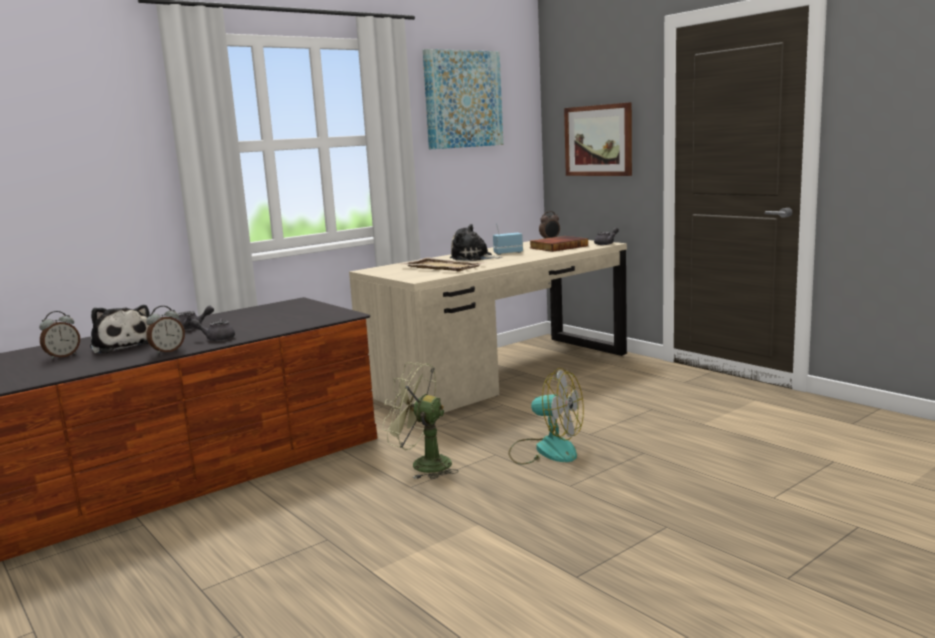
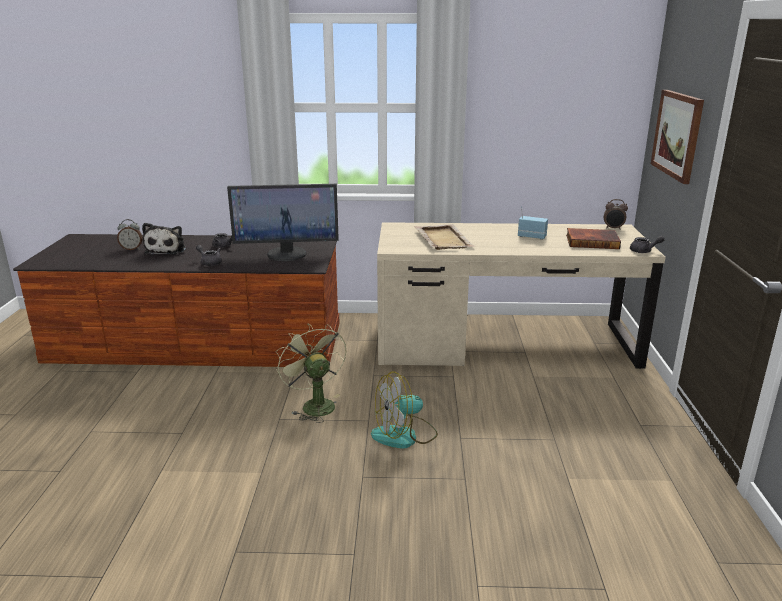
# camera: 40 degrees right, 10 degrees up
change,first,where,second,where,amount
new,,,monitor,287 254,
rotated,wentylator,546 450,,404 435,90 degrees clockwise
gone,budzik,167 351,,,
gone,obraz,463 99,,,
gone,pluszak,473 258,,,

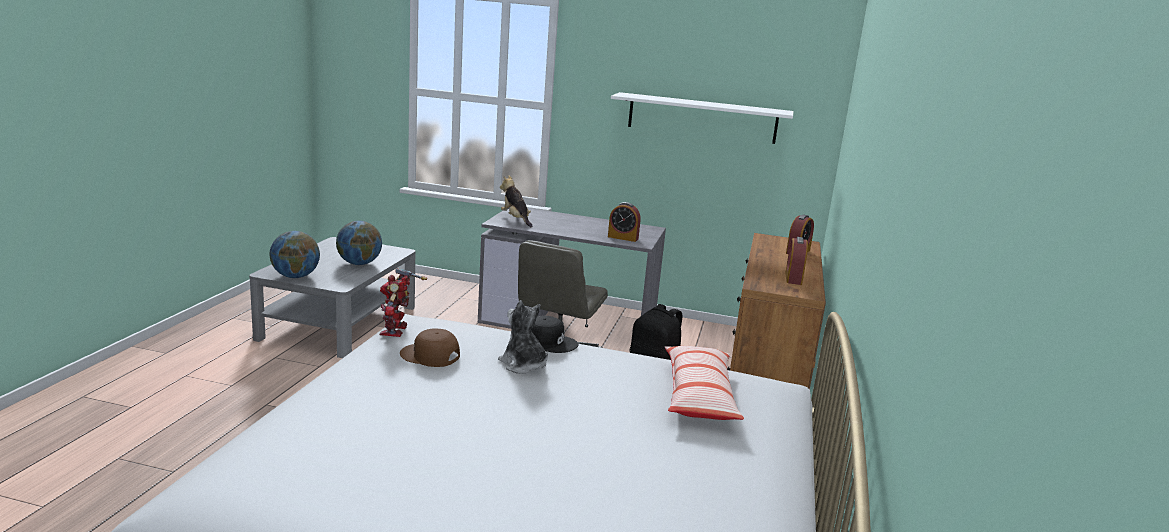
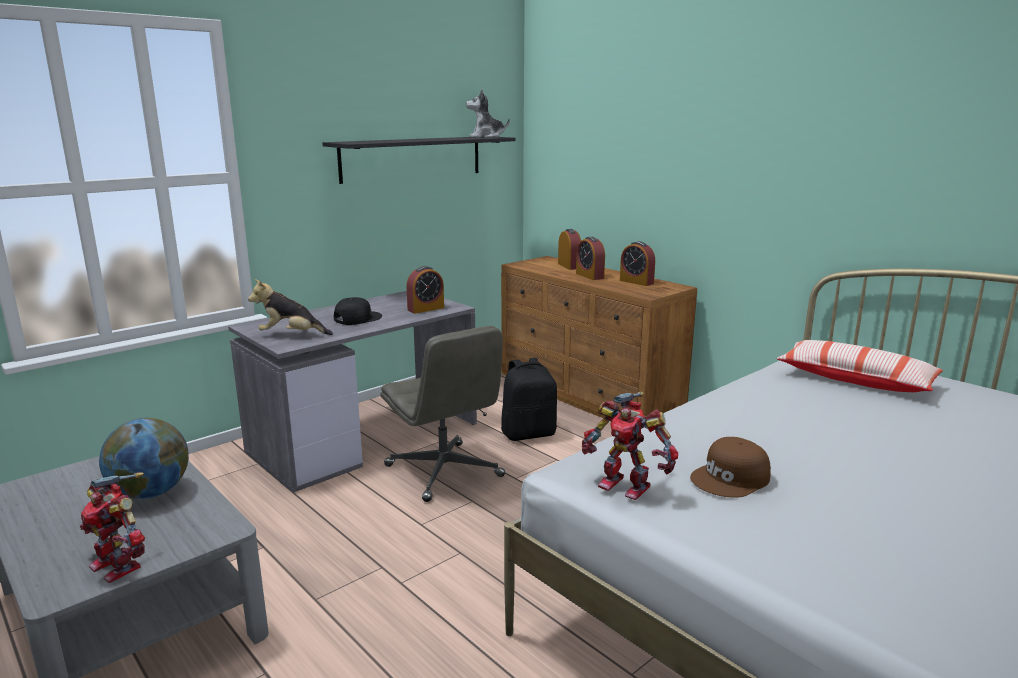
# camera: 55 degrees left, 0 degrees up
change,first,where,second,where,amount
swapped,globus,295 276,robot zabawkowy,119 565,
repainted,półka [biały],702 118,półka [czarny],412 158,
shifted,czapka z daszkiem [czarny],549 342,,357 318,
shifted,pluszak,523 365,,486 137,
new,,,budzik,589 276,

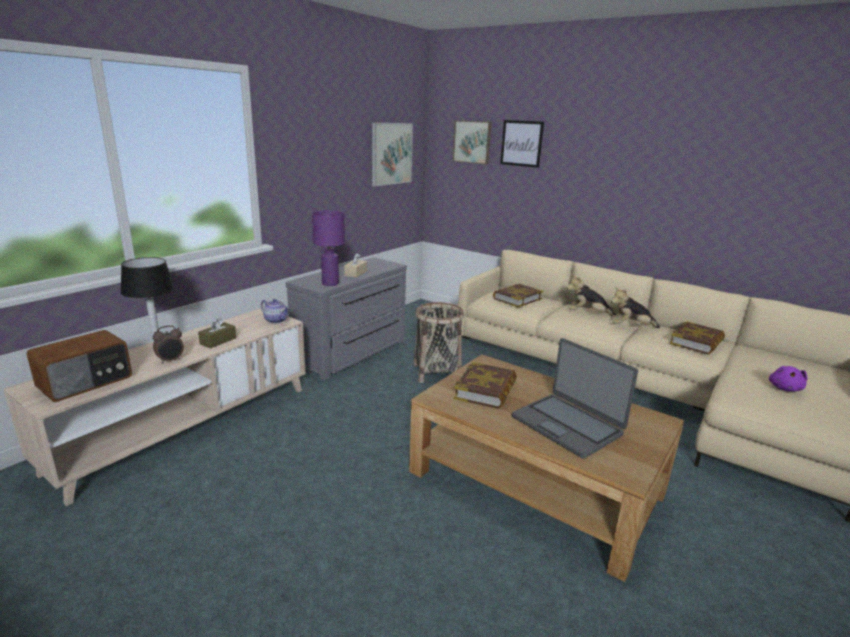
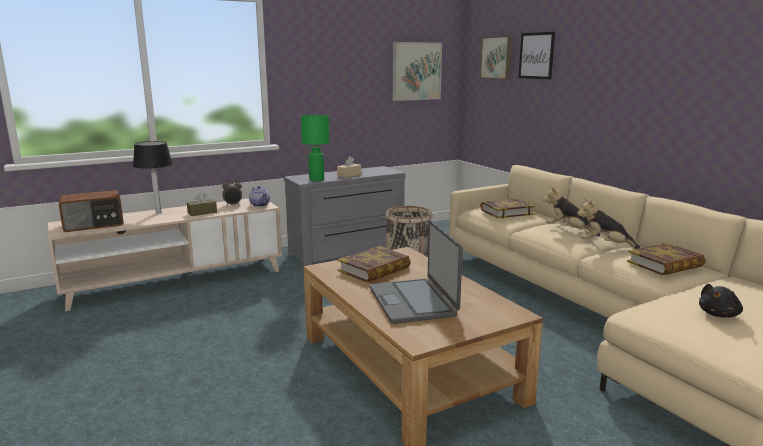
# camera: 25 degrees right, 5 degrees down
change,first,where,second,where,amount
shifted,budzik,171 360,,233 205,
repainted,lampa stołowa [fioletowy],330 284,lampa stołowa [zielony],316 180,
repainted,pluszak [fioletowy],785 388,pluszak [czarny],719 314,

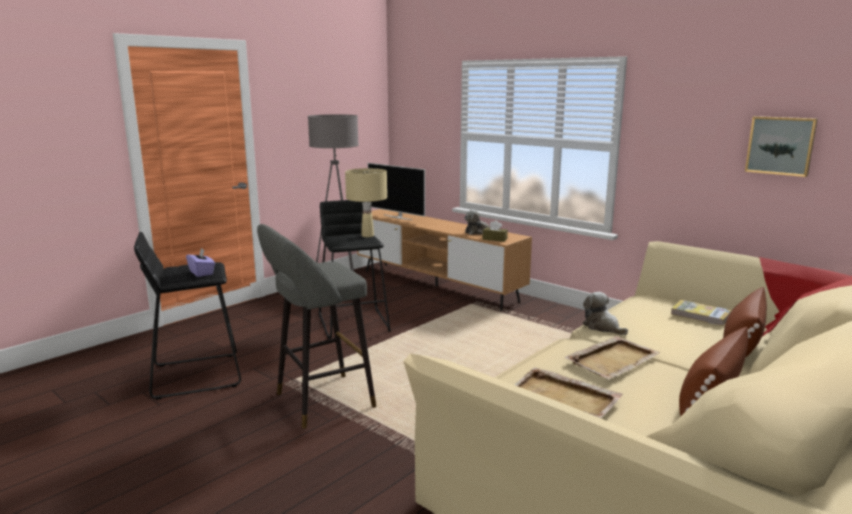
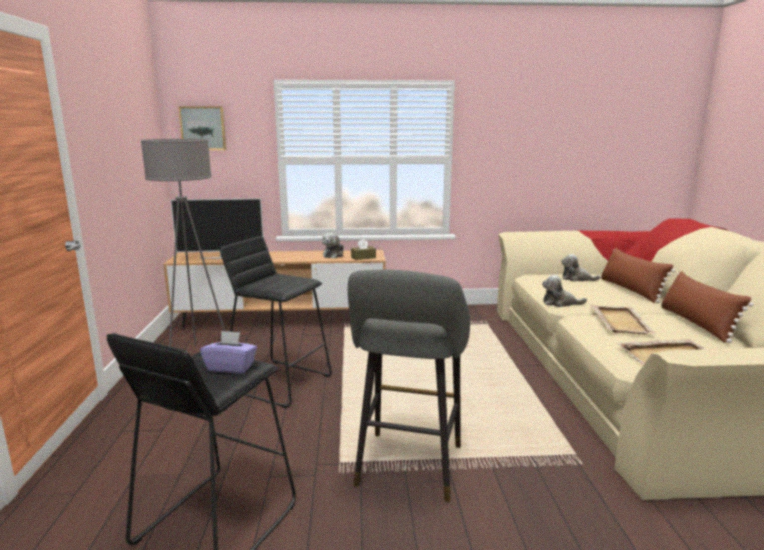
# camera: 45 degrees left, 0 degrees up
change,first,where,second,where,amount
shifted,obraz,780 145,,203 128,
swapped,książka,700 315,pluszak,576 279,
gone,lampa stołowa [beżowy],367 236,,,

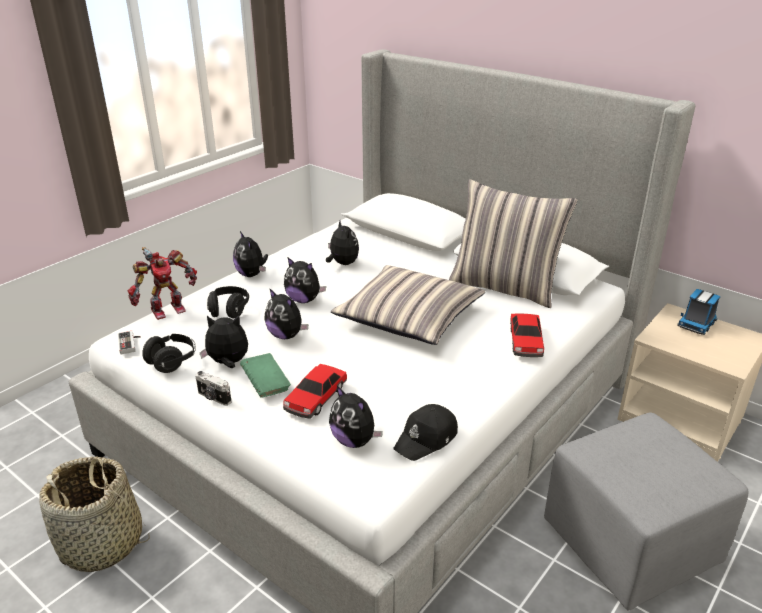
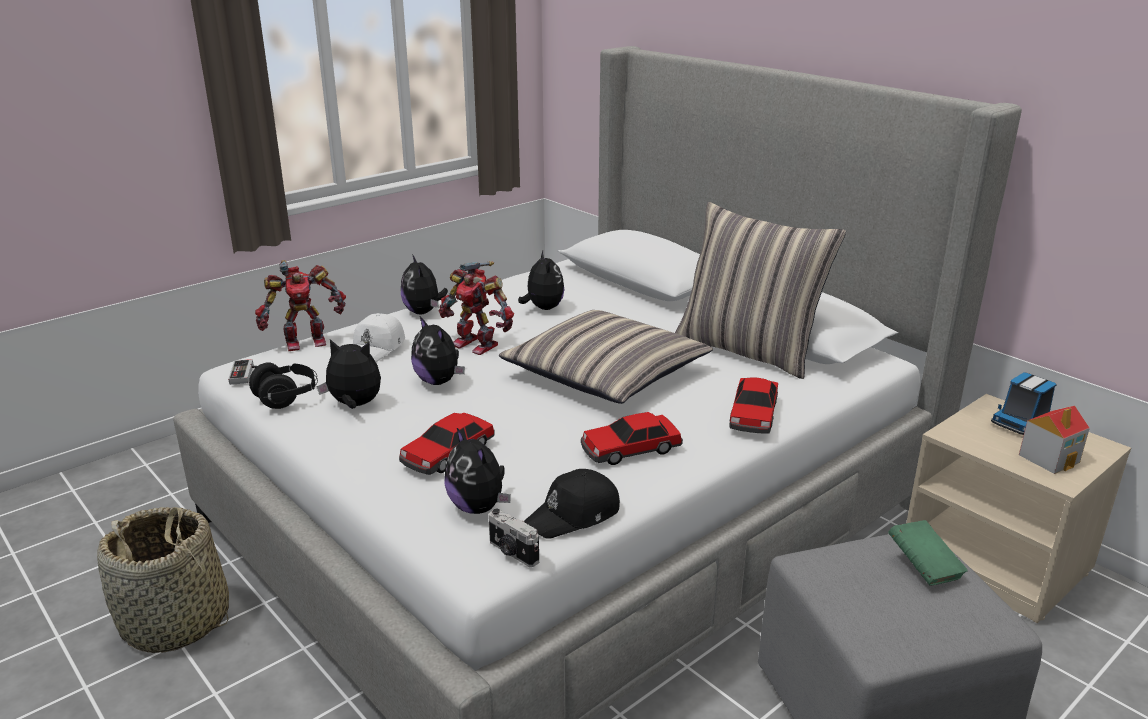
# camera: 10 degrees right, 5 degrees down
change,first,where,second,where,amount
swapped,słuchawki [czarny],229 311,czapka z daszkiem [biały],378 348,
swapped,pluszak,304 300,robot zabawkowy,477 344,
shifted,aparat fotograficzny,213 398,,512 553,
new,,,samochodzik,630 449,
shifted,książka [zielony],266 385,,923 567,
new,,,domek,1049 458,

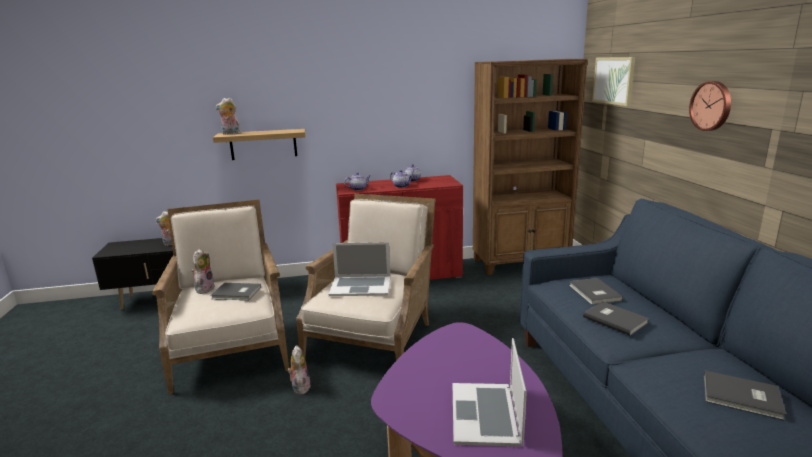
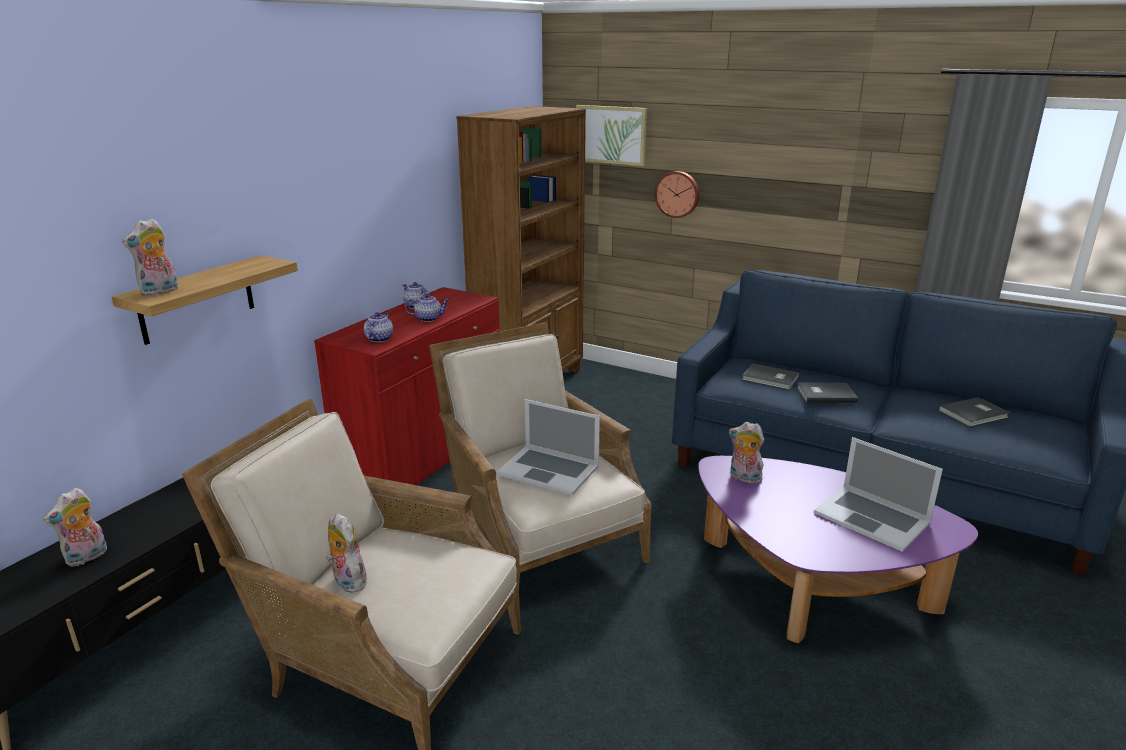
# camera: 50 degrees left, 5 degrees up
change,first,where,second,where,amount
rotated,laptop,360 286,,548 470,75 degrees clockwise
shifted,zegar ścienny,711 106,,677 194,
shifted,pluszak,300 387,,743 478,
gone,książka [szary],236 293,,,

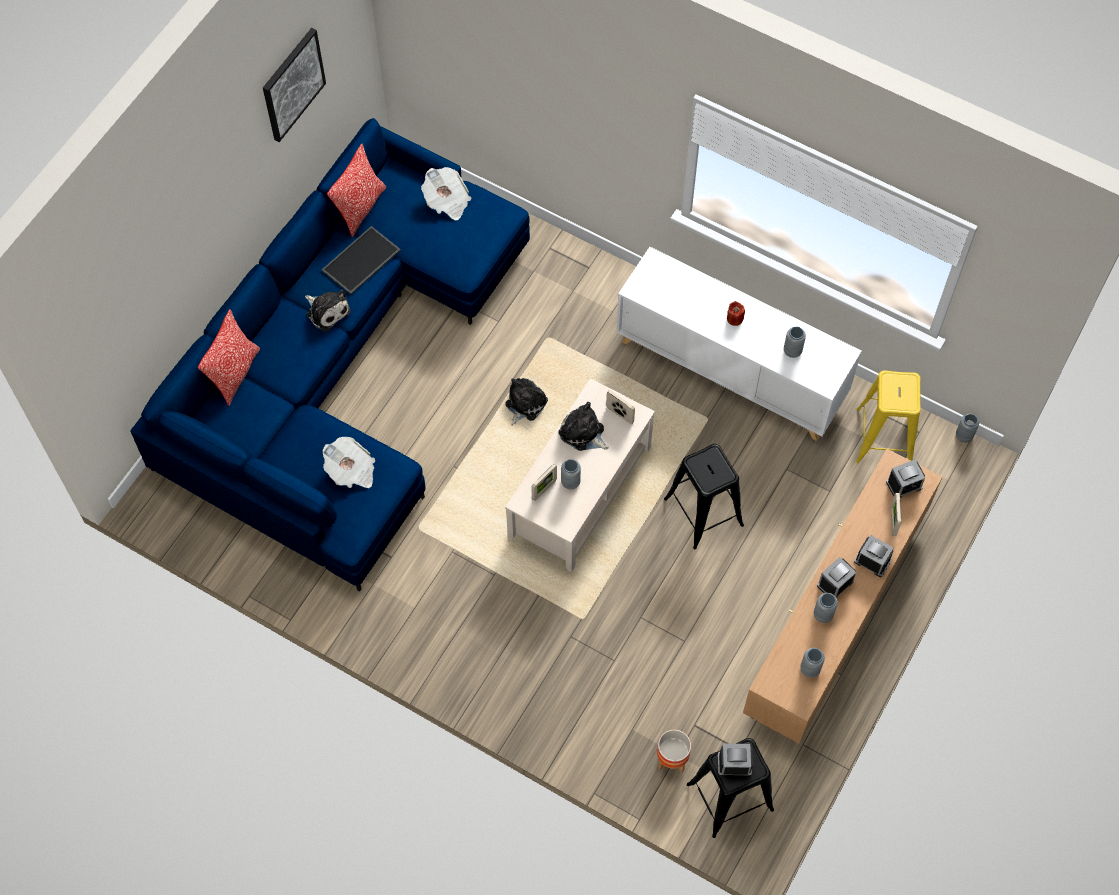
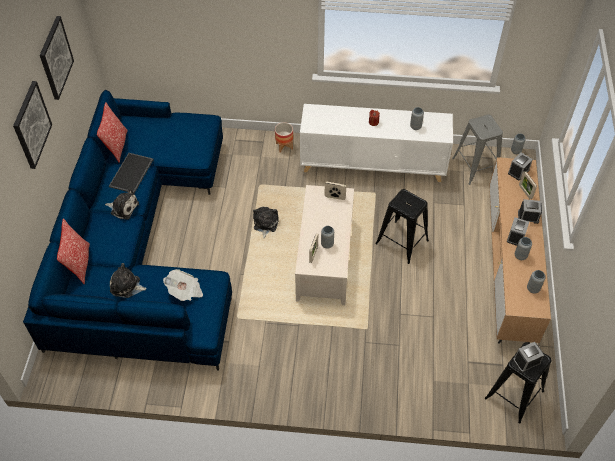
# camera: 25 degrees left, 10 degrees down
change,first,where,second,where,amount
new,,,obraz,31 125,
shifted,pluszak,583 433,,127 286,
shifted,donica,672 759,,284 146,
repainted,stołek [żółty],884 437,stołek [szary],475 167,
gone,gazeta,447 201,,,

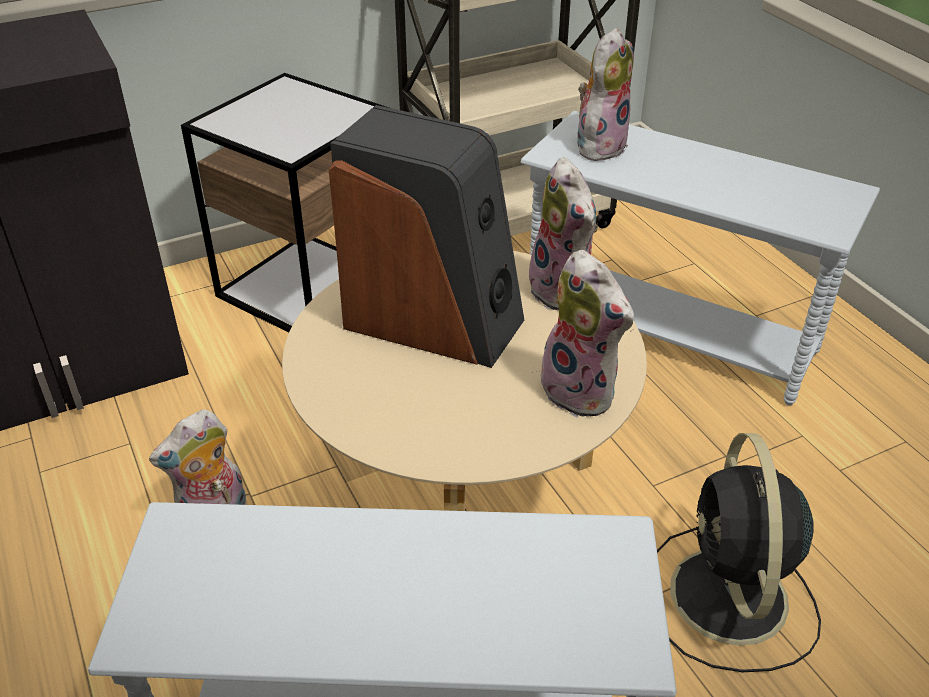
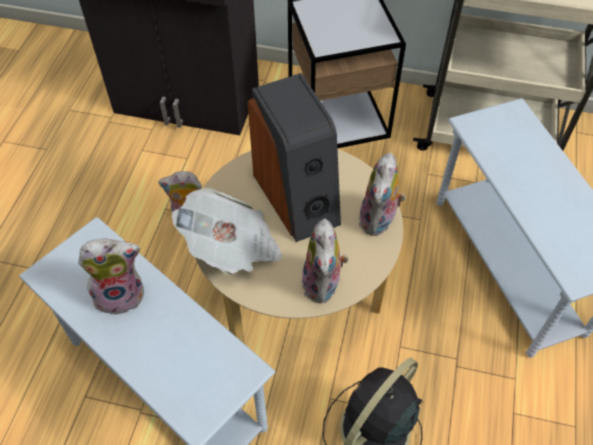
# camera: 40 degrees right, 15 degrees up
change,first,where,second,where,amount
shifted,pluszak,599 145,,121 294,
new,,,gazeta,232 247,

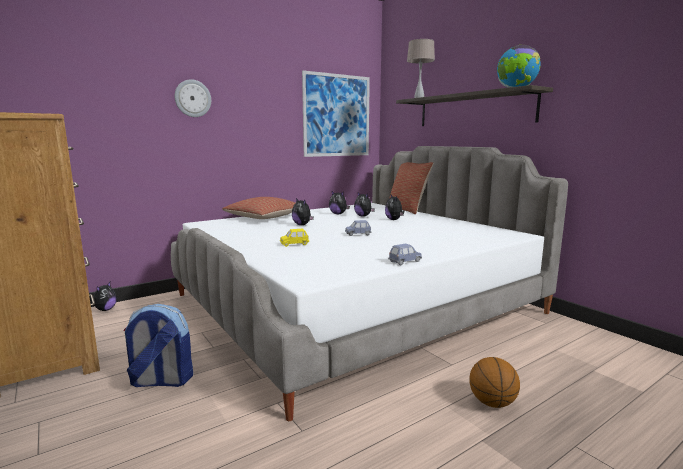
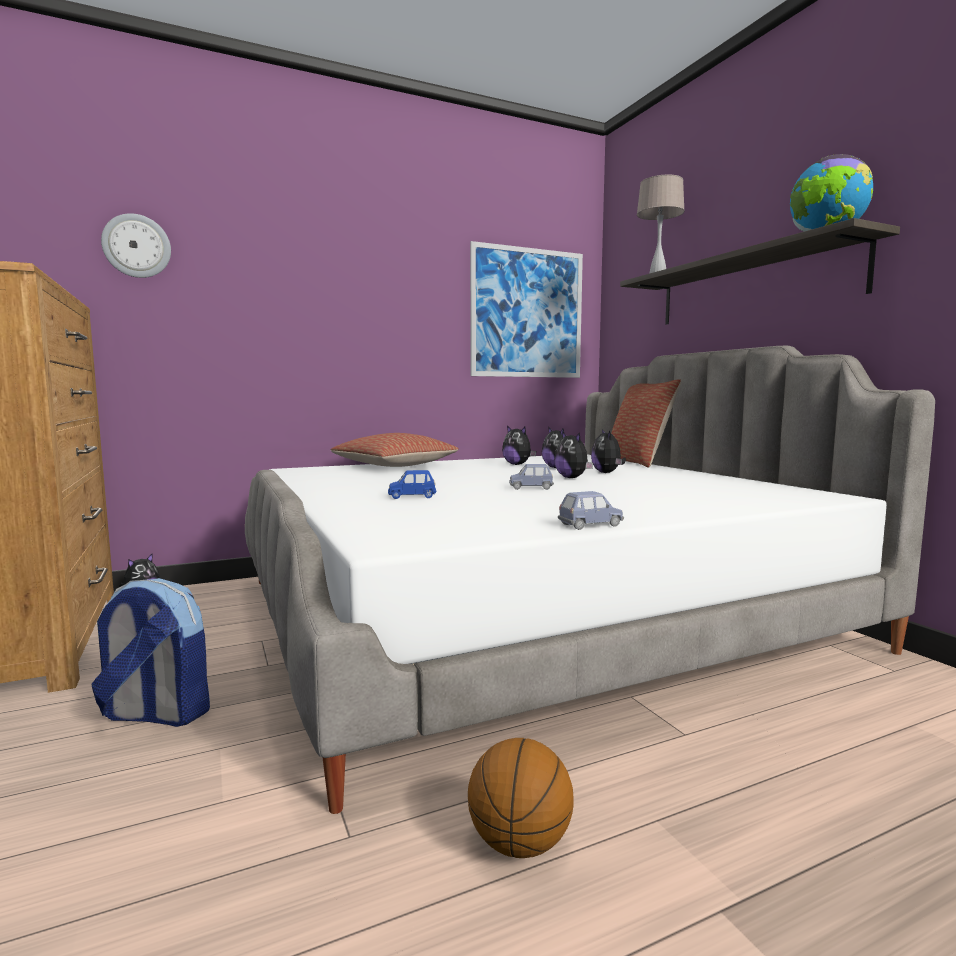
# camera: 10 degrees right, 5 degrees down
change,first,where,second,where,amount
shifted,zegar ścienny,193 98,,137 246,
repainted,samochodzik [żółty],294 244,samochodzik [niebieski],412 497,
shifted,piłka do koszykówki,492 403,,519 843,
shifted,pluszak,302 225,,572 478,

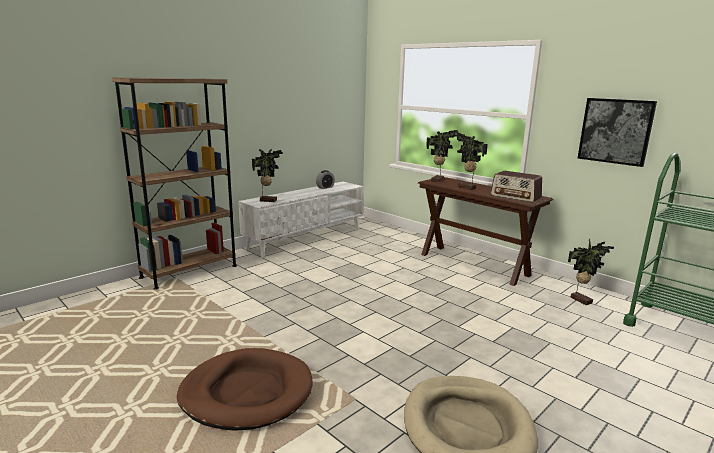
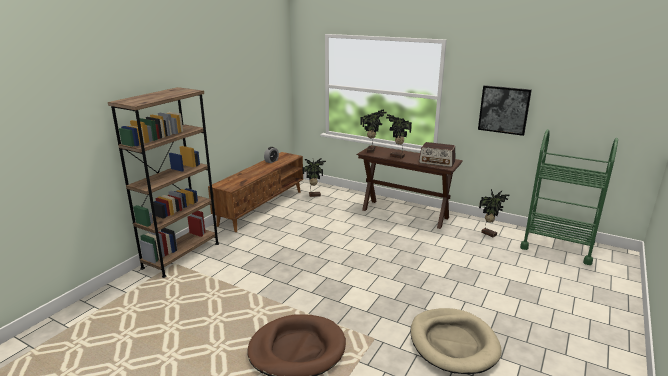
# camera: 15 degrees left, 5 degrees up
change,first,where,second,where,amount
repainted,szafka pod telewizor [biały],306 239,szafka pod telewizor [brązowy],261 207,
shifted,roślina doniczkowa,268 200,,314 195,

